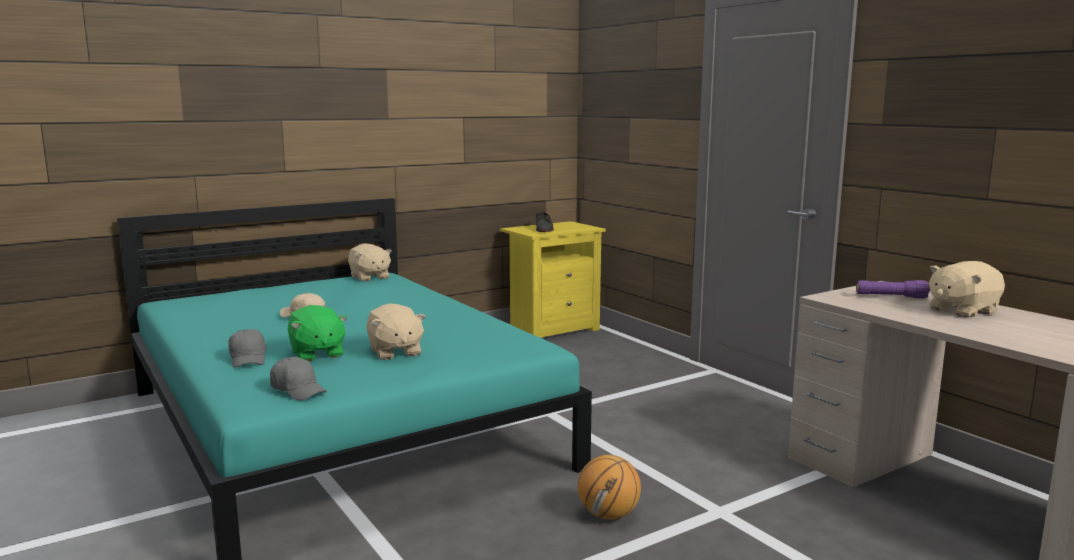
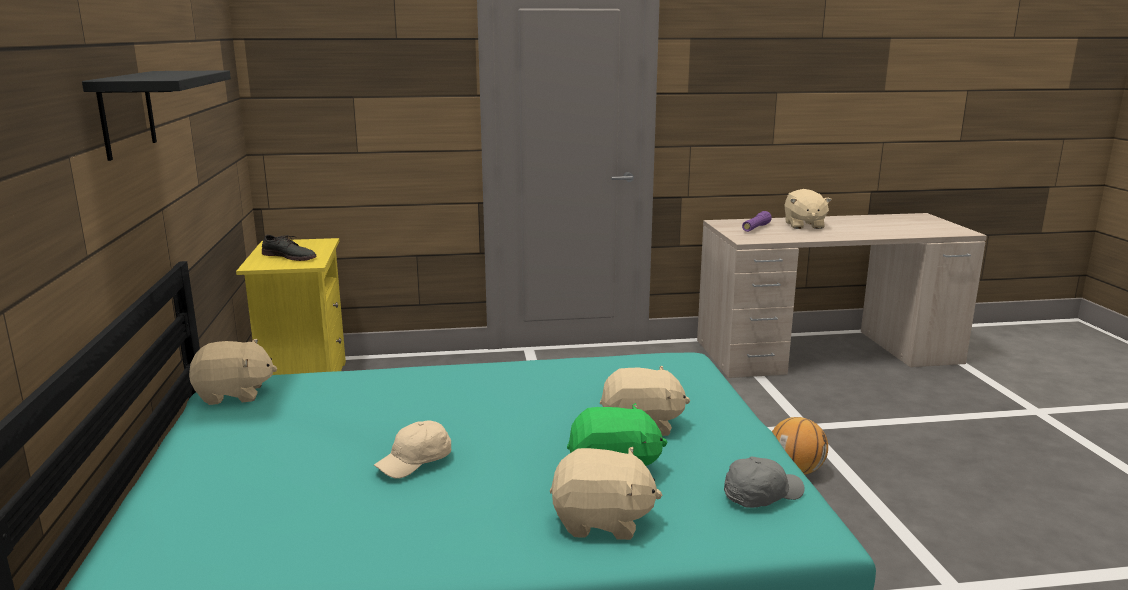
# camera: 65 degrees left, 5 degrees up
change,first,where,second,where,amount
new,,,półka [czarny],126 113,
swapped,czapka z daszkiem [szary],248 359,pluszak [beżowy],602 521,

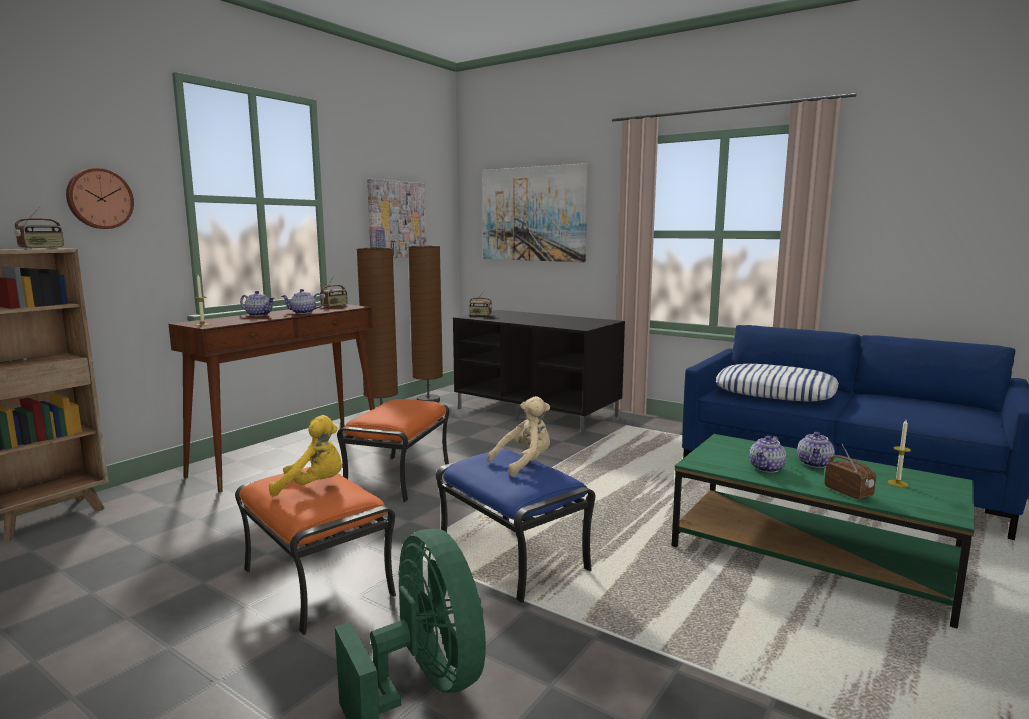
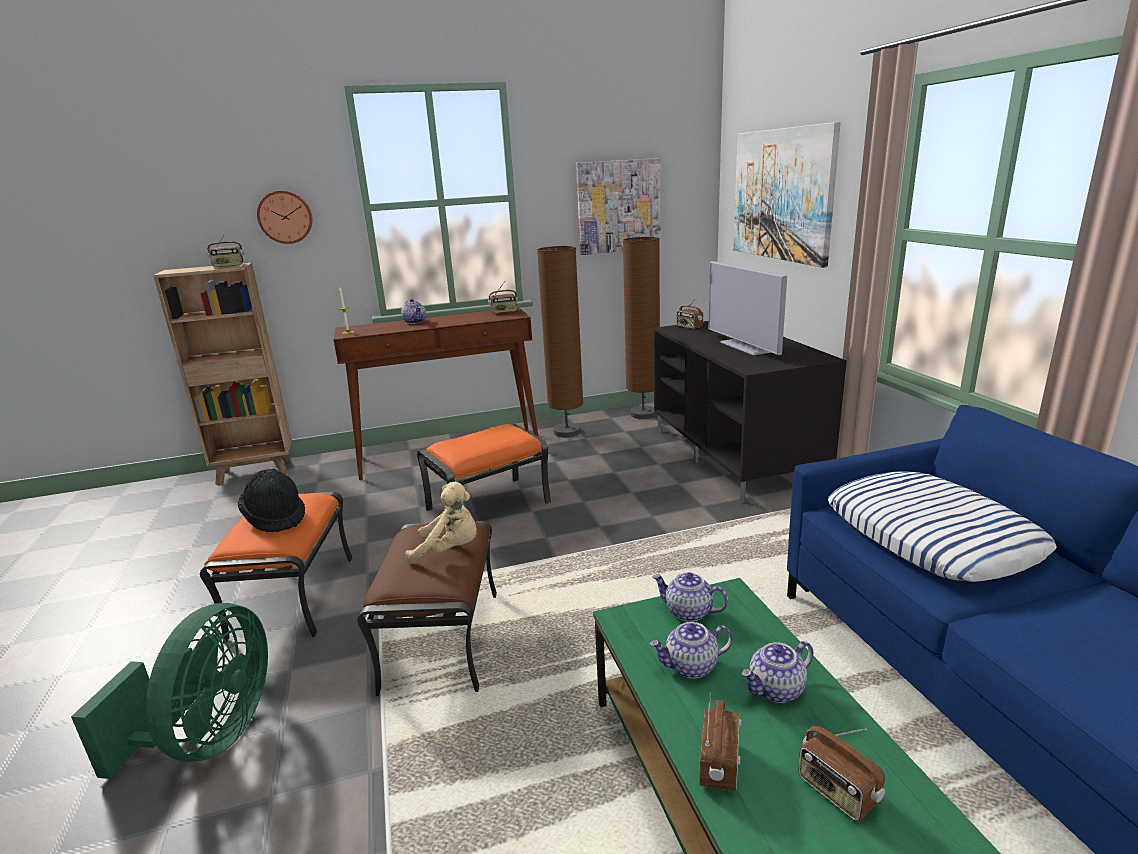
# camera: 40 degrees right, 10 degrees up
change,first,where,second,where,amount
swapped,pluszak [żółty],313 486,kapelusz [czarny],275 518,
repainted,pufa [niebieski],514 557,pufa [brązowy],443 641,
shifted,imbryk,303 312,,688 612,
new,,,telewizor,745 347,
swapped,świeca,897 483,radio,836 792,

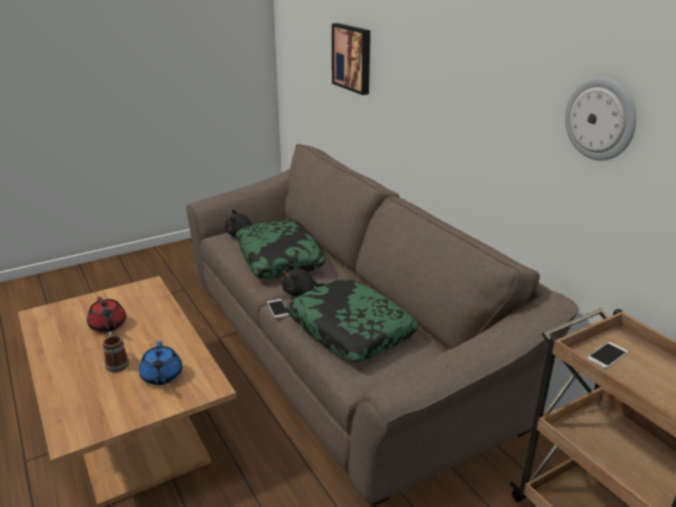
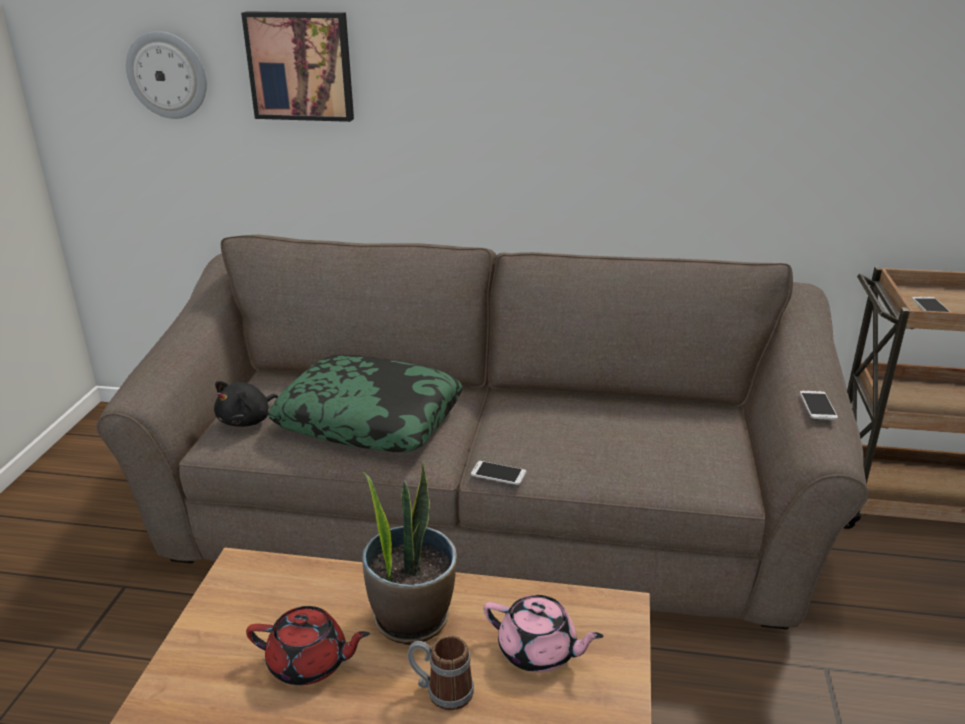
# camera: 50 degrees left, 0 degrees up
change,first,where,second,where,amount
shifted,zegar ścienny,600 119,,167 75,
new,,,roślina doniczkowa,412 618,
repainted,imbryk [niebieski],161 376,imbryk [różowy],538 651,
new,,,telefon,818 405,
gone,pluszak [czarny],301 293,,,
gone,poduszka,350 329,,,

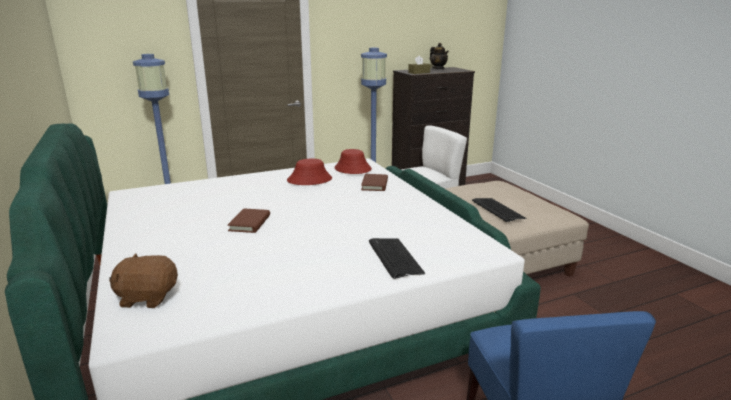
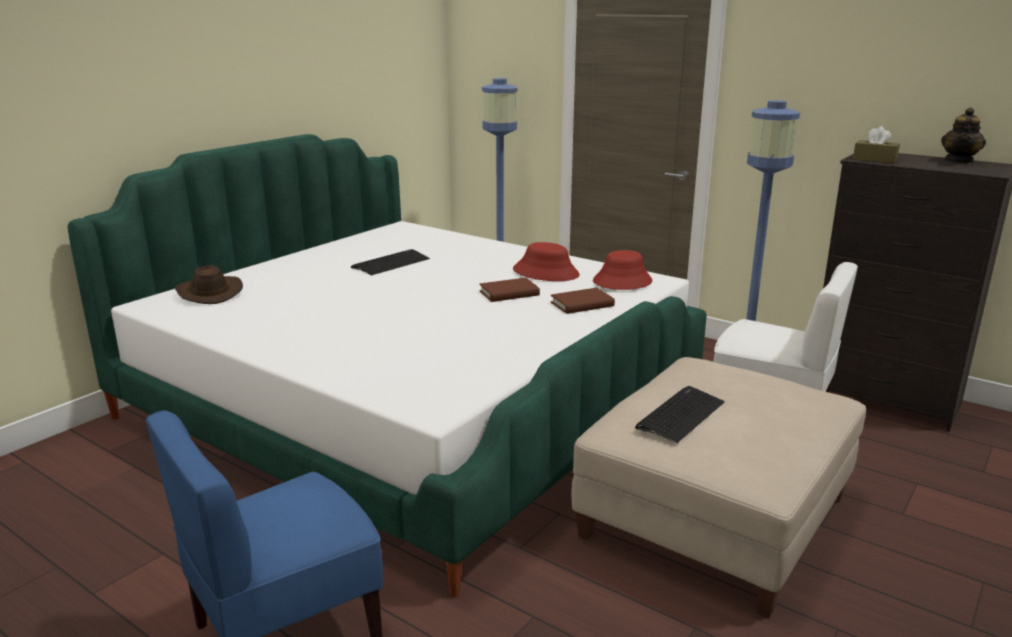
# camera: 60 degrees right, 0 degrees up
change,first,where,second,where,amount
swapped,pluszak [brązowy],147 297,kapelusz [brązowy],209 293,
shifted,klawiatura,394 258,,391 263,
shifted,książka [brązowy],250 223,,509 293,

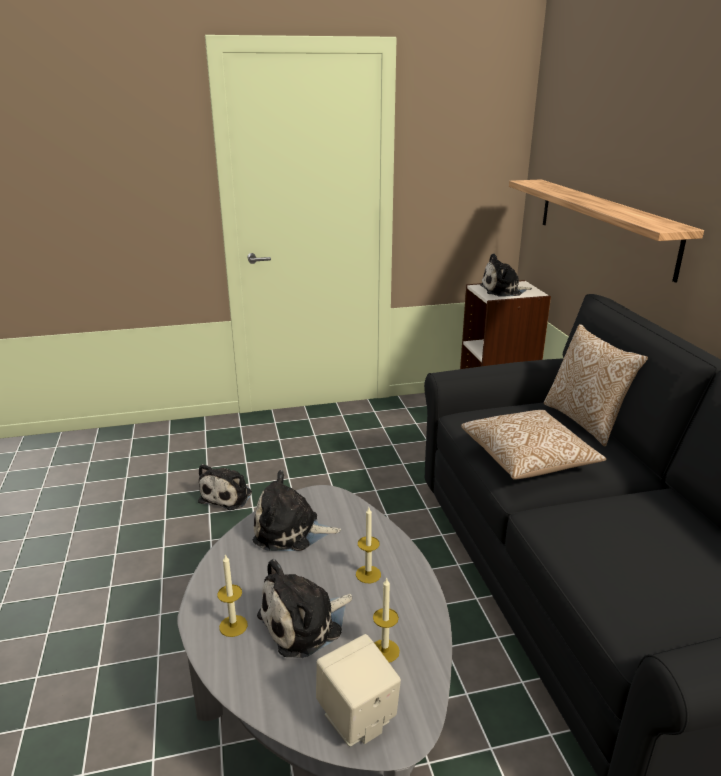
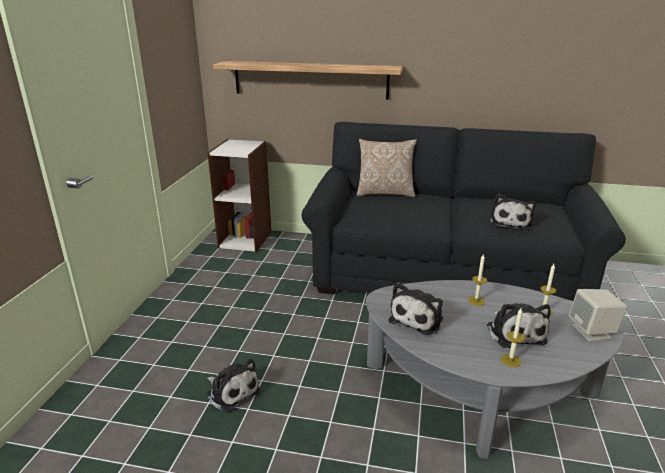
# camera: 65 degrees left, 0 degrees up
change,first,where,second,where,amount
shifted,pluszak,503 291,,510 222,
gone,poduszka,528 460,,,

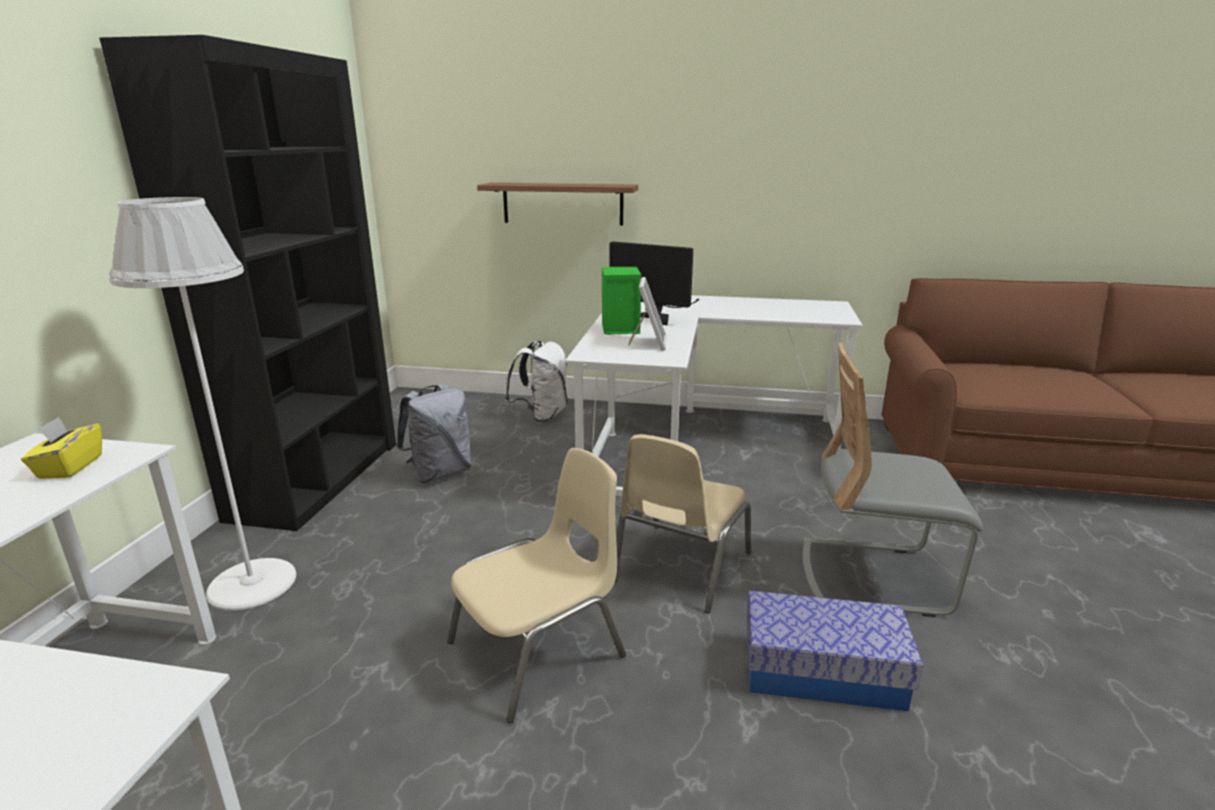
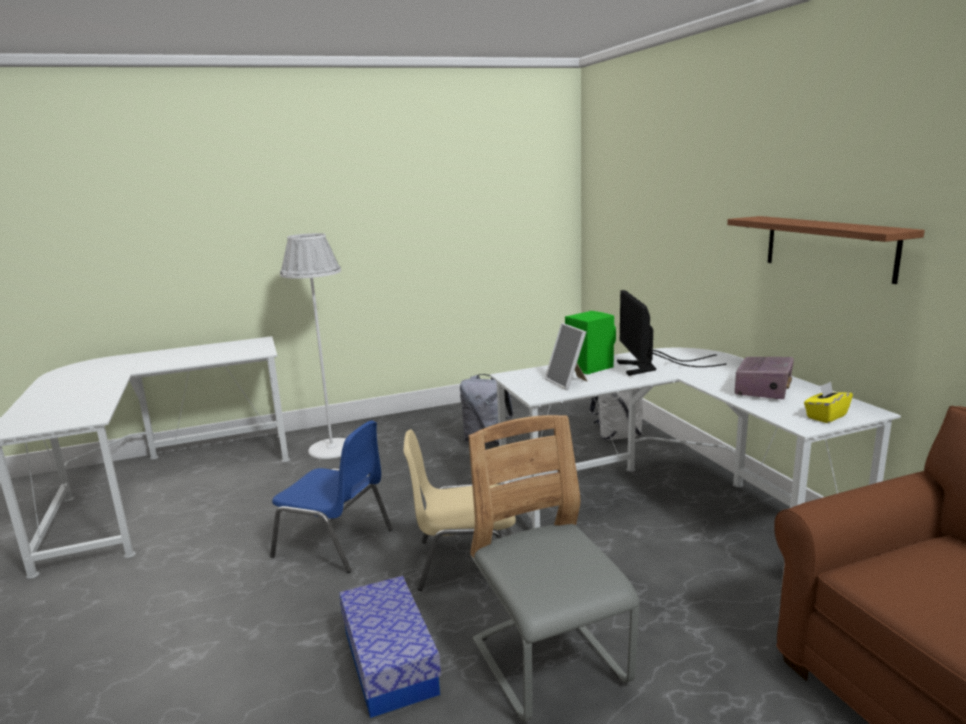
# camera: 60 degrees right, 5 degrees down
change,first,where,second,where,amount
repainted,krzesło [beżowy],539 650,krzesło [niebieski],335 543,
rotated,ramka na zdjęcie,649 343,,567 382,90 degrees clockwise
shifted,półka,562 203,,828 247,
new,,,radio,763 390,
shifted,pudełko chusteczek [żółty],70 467,,825 416,
gone,regał [czarny],318 479,,,

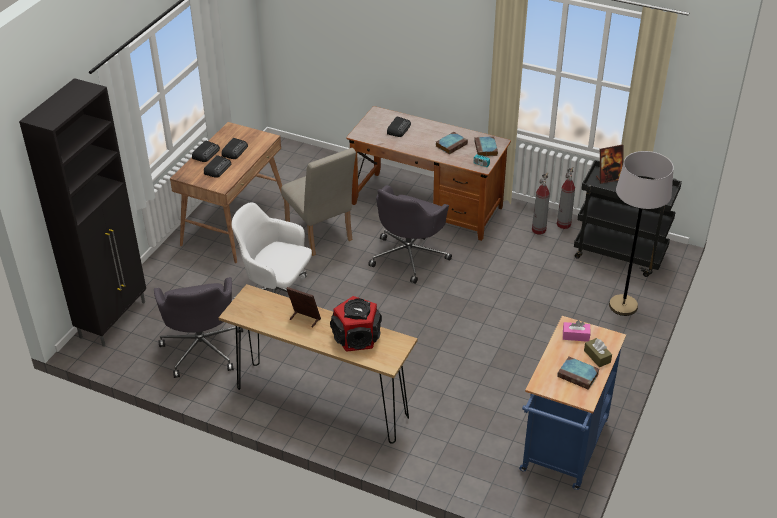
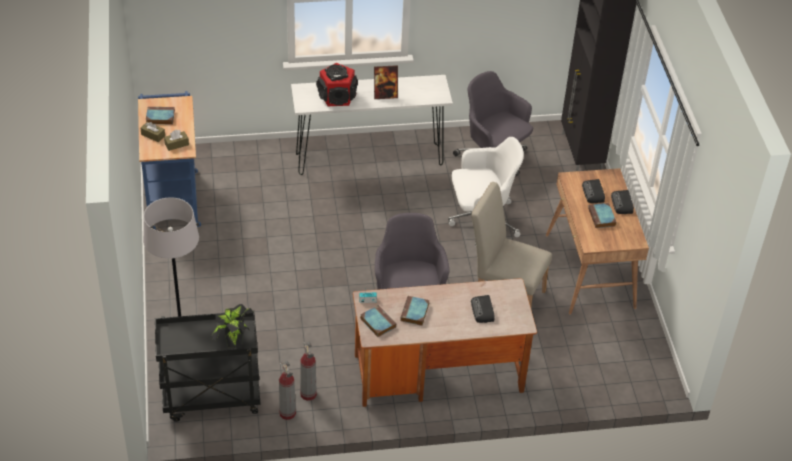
# camera: 145 degrees right, 5 degrees up
change,first,where,second,where,amount
repainted,pudełko chusteczek [różowy],575 336,pudełko chusteczek [brązowy],176 144,
swapped,ramka na zdjęcie,609 178,roślina doniczkowa,233 340,
repainted,stolik konsolowy [brązowy],321 403,stolik konsolowy [biały],369 159,
swapped,radio,235 150,książka,602 218,

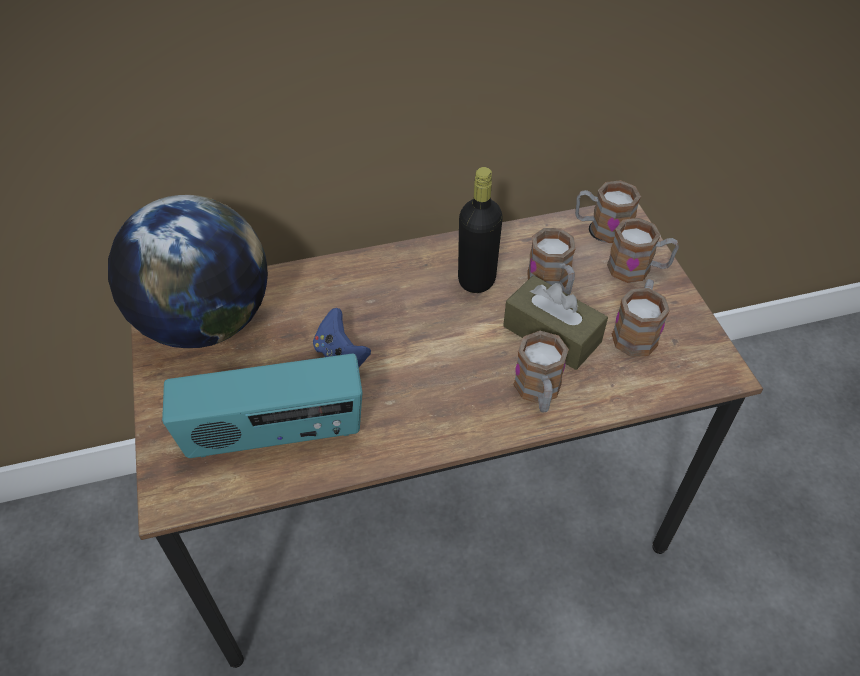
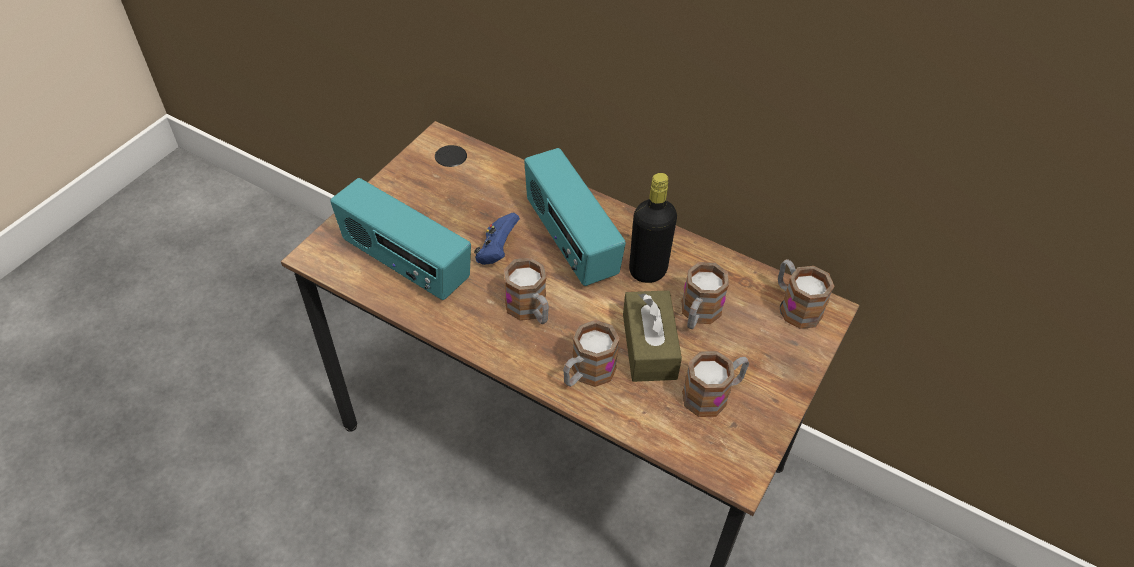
# camera: 45 degrees right, 0 degrees up
change,first,where,second,where,amount
shifted,kubek,638 269,,530 310,
new,,,radio,570 242,
gone,globus,205 322,,,

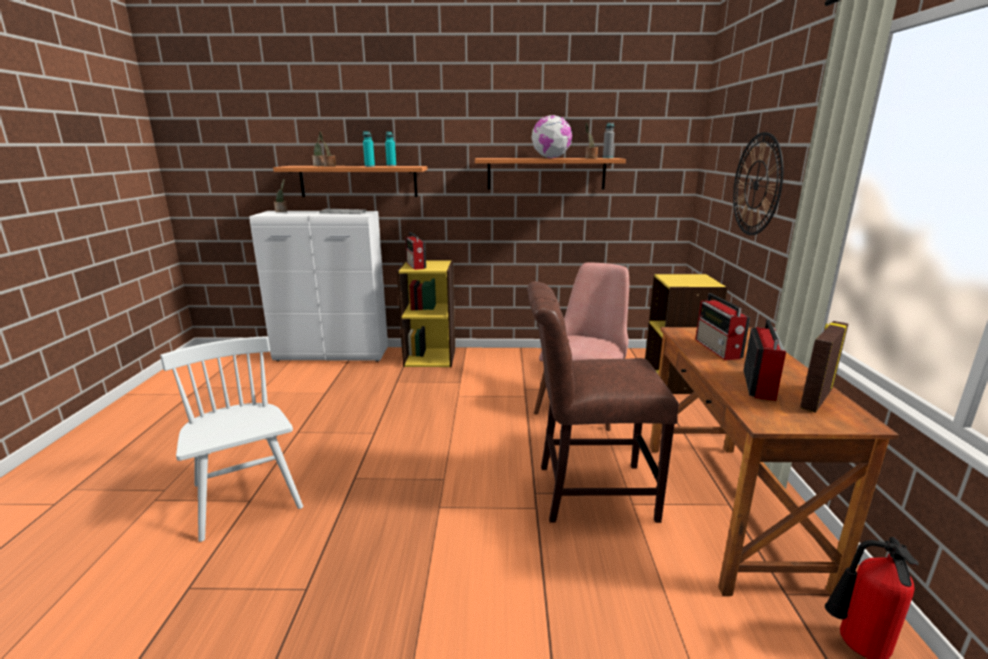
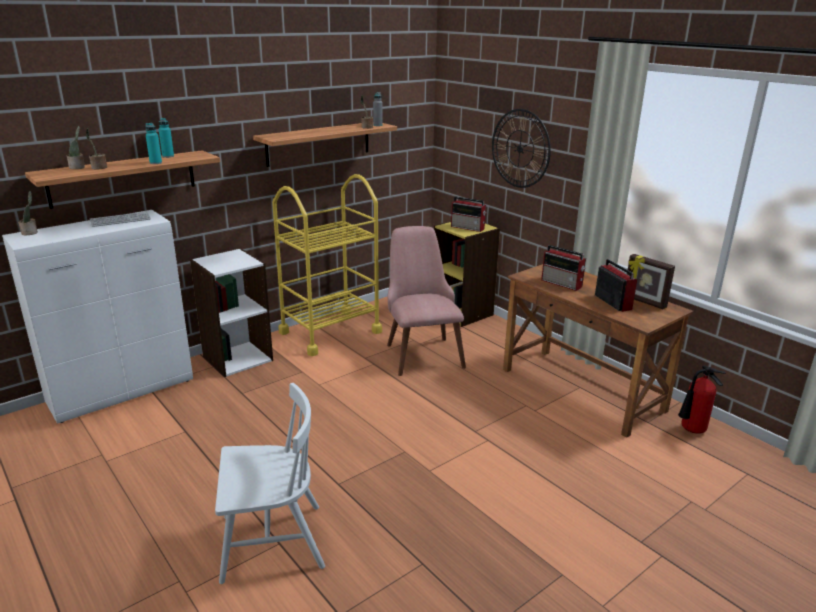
# camera: 40 degrees left, 5 degrees up
change,first,where,second,where,amount
repainted,regał [żółty],430 357,regał [biały],237 358,
rotated,krzesło [biały],247 497,,271 542,150 degrees clockwise
new,,,wózek [żółty],330 332,
shifted,radio,416 265,,468 228,
rotated,ramka na zdjęcie,815 398,,644 302,45 degrees counterclockwise
gone,krzesło [brązowy],587 491,,,
gone,globus,551 158,,,

